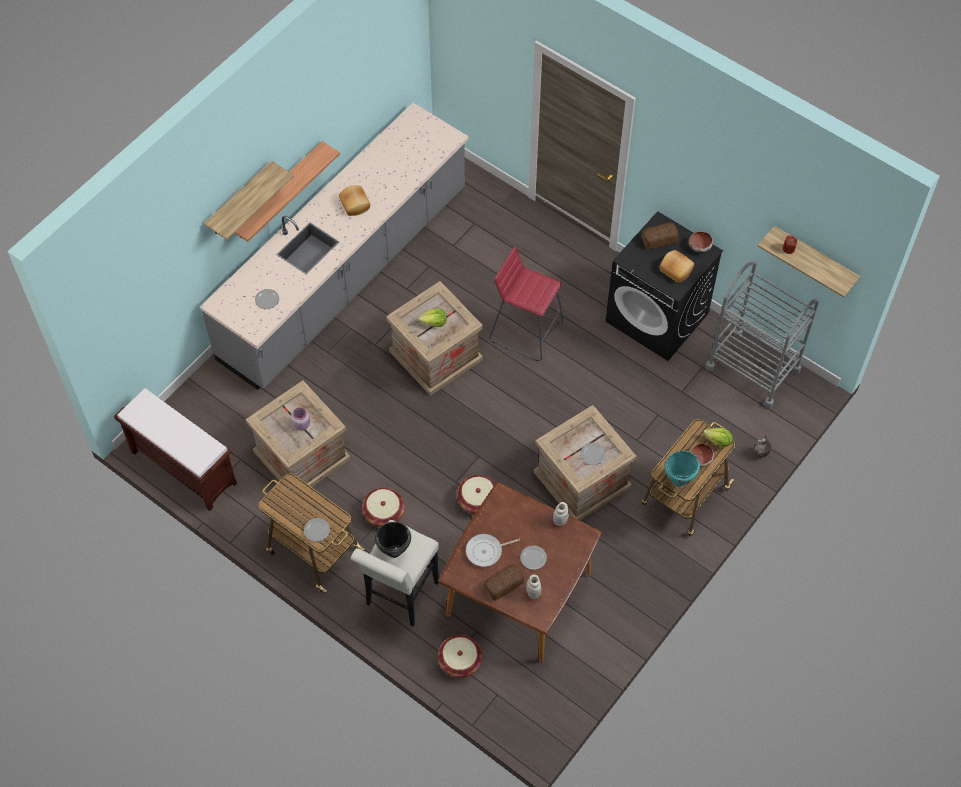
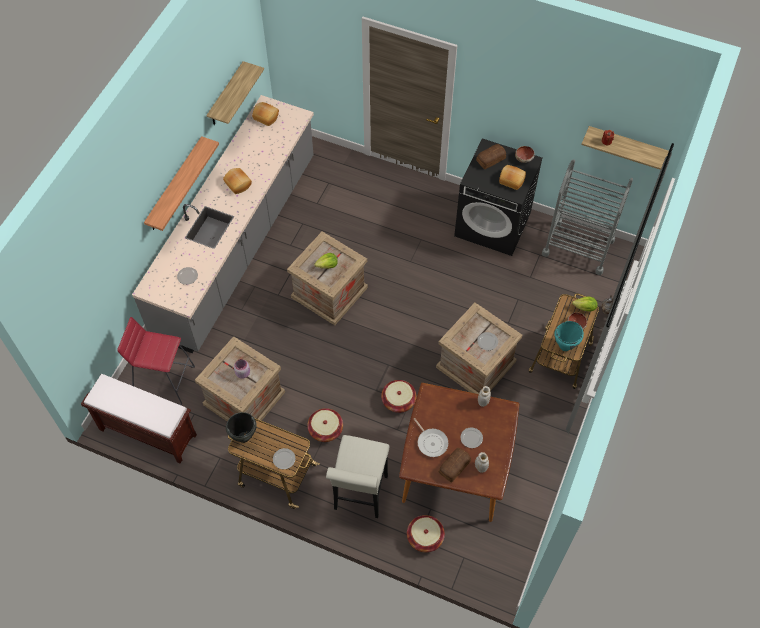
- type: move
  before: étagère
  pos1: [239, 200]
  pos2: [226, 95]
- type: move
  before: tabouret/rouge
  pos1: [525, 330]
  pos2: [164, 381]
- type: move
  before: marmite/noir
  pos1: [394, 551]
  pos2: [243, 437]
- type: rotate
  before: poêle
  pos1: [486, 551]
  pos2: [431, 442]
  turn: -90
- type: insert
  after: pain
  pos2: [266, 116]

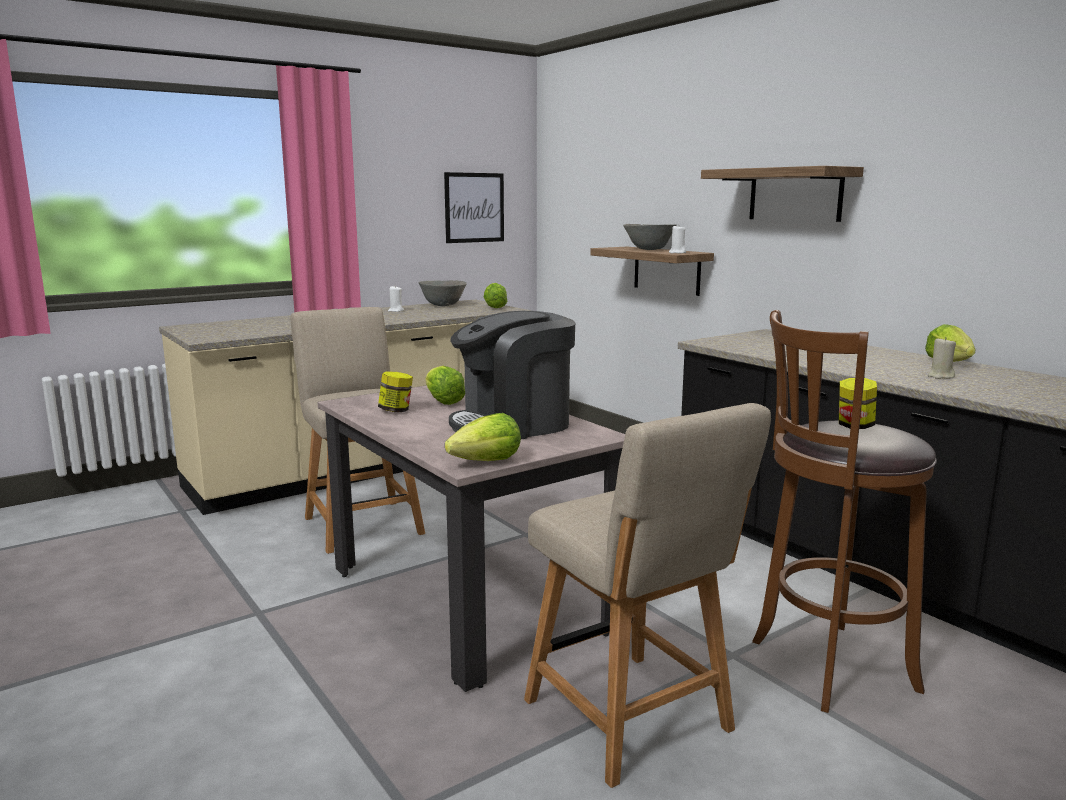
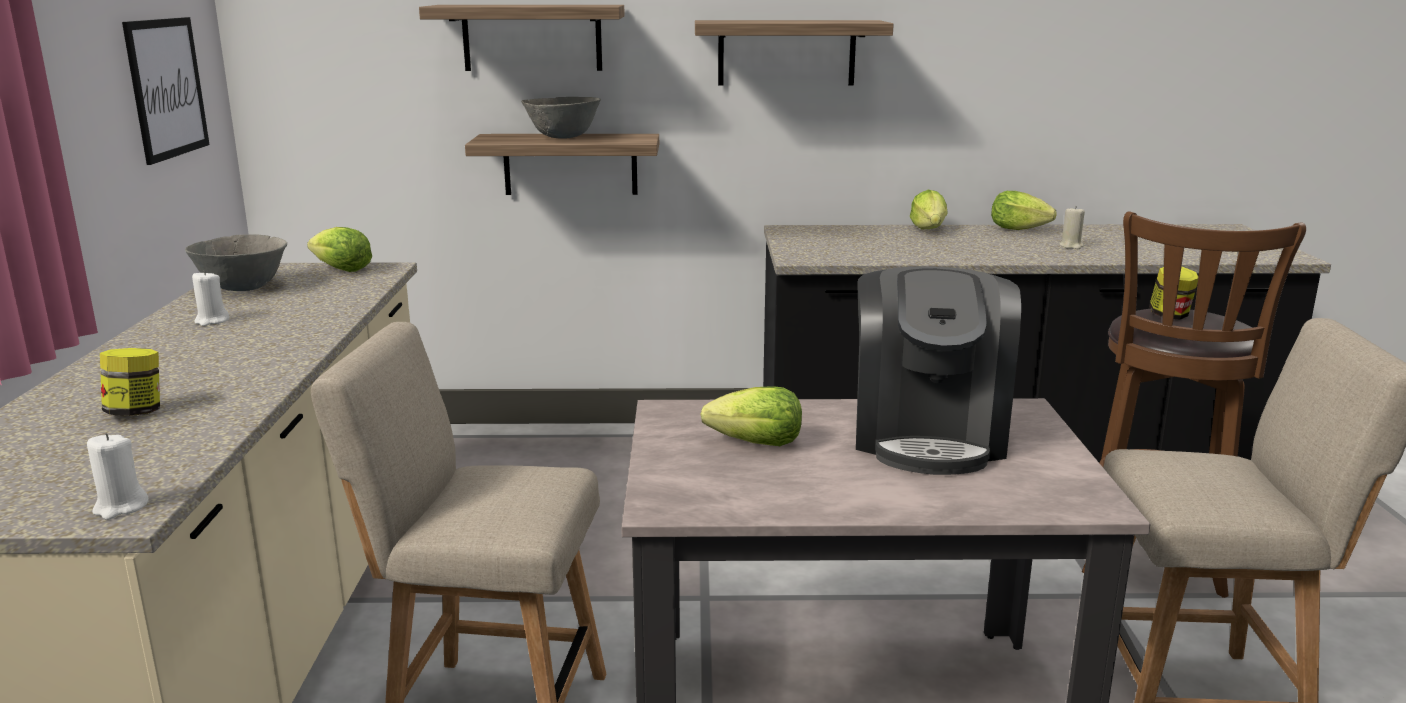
- type: move
  before: bougie/blanc
  pos1: [677, 253]
  pos2: [120, 507]
- type: move
  before: bocal
  pos1: [396, 411]
  pos2: [136, 412]
- type: move
  before: laitue
  pos1: [487, 462]
  pos2: [929, 230]
- type: insert
  after: étagère
  pos2: [532, 38]

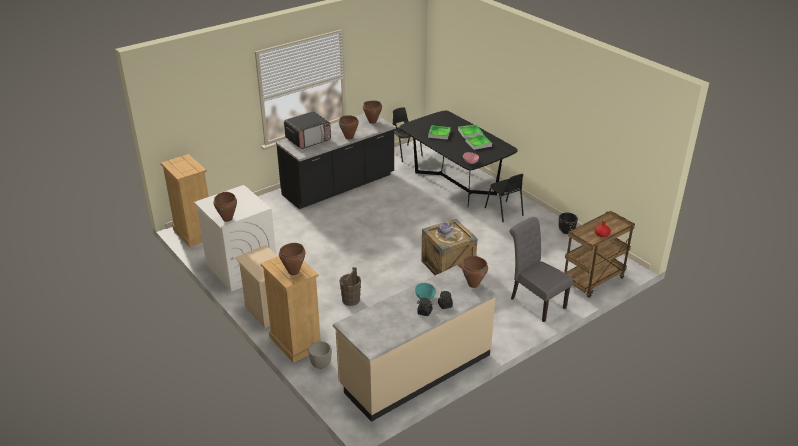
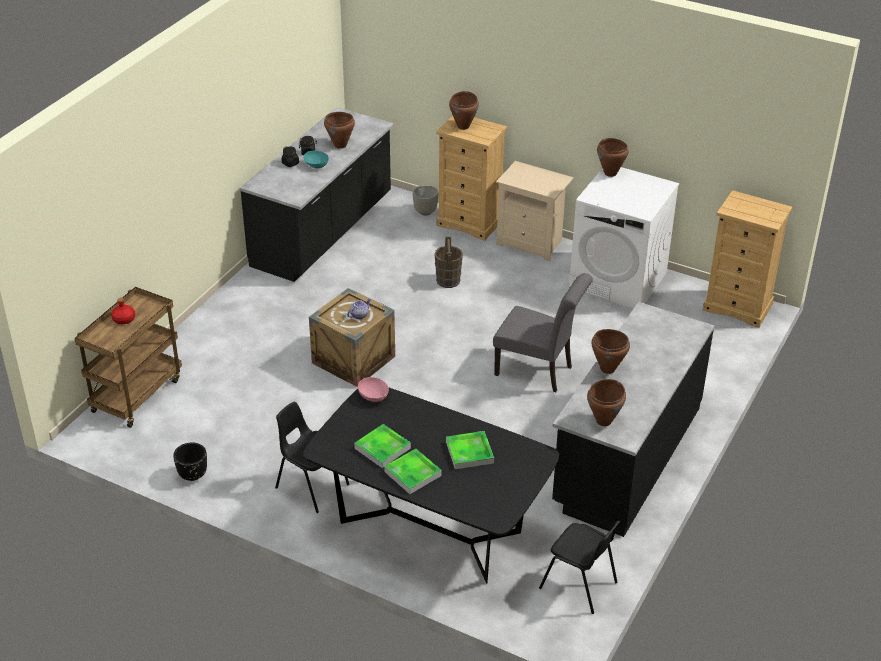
- type: delete
  before: micro-ondes
  pos1: [308, 140]
- type: move
  before: chaise/gris
  pos1: [535, 301]
  pos2: [538, 372]
- type: move
  before: marmite/marron
  pos1: [473, 284]
  pos2: [340, 145]
- type: recolor
  before: comptoir de cuisine/beige
  after: comptoir de cuisine/noir
  pos1: [415, 370]
  pos2: [323, 232]

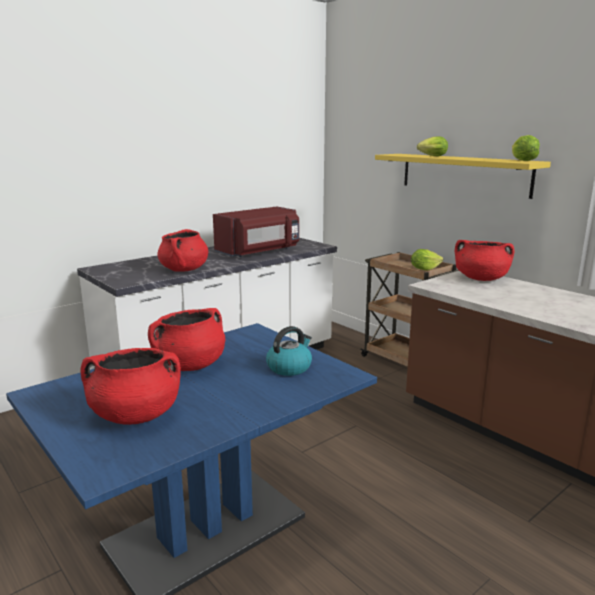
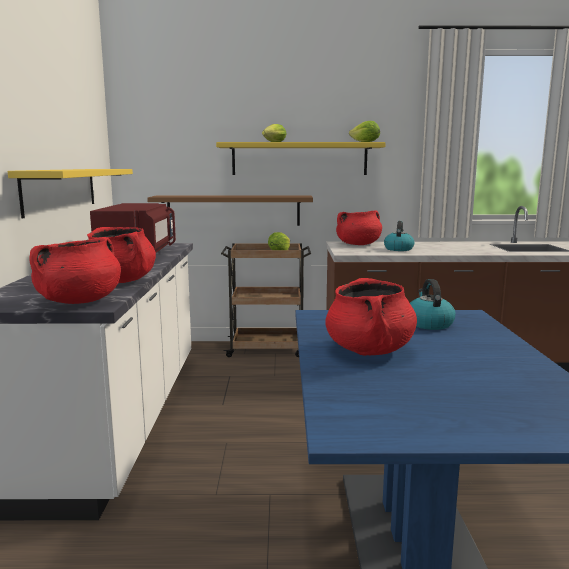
- type: move
  before: marmite/rouge
  pos1: [135, 415]
  pos2: [79, 301]
- type: insert
  after: étagère/jaune
  pos2: [61, 189]
- type: insert
  after: étagère/marron
  pos2: [233, 210]
- type: insert
  after: bouilloire
  pos2: [398, 249]

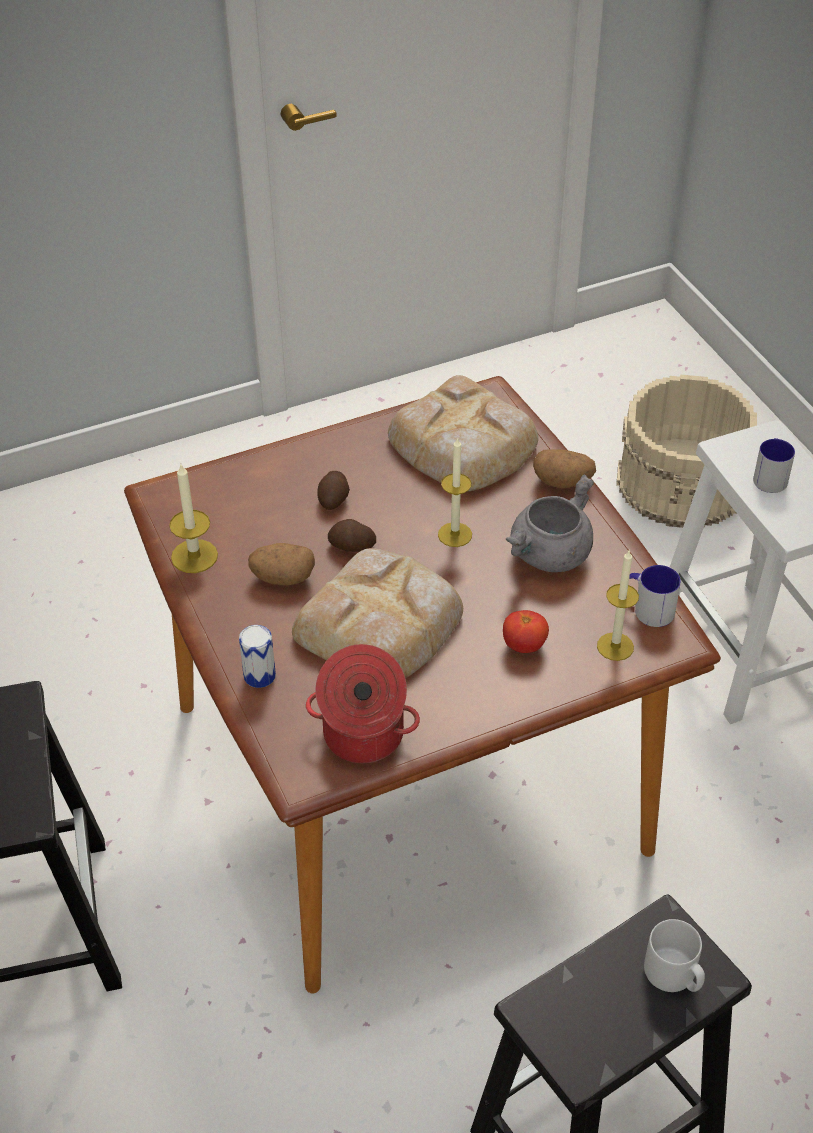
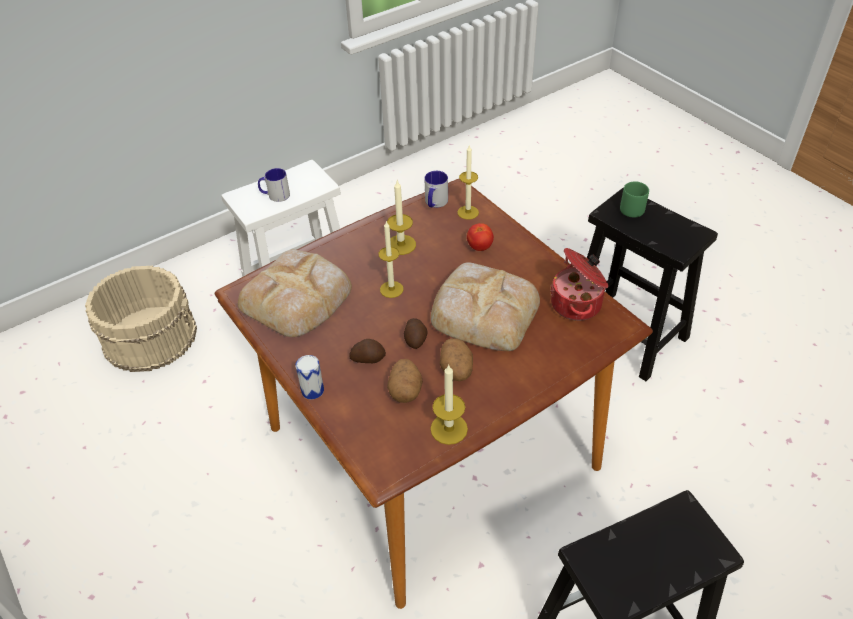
- type: move
  before: pomme de terre
  pos1: [563, 482]
  pos2: [405, 390]
- type: replace
  before: marmite/gris
  after: bougie
  pos1: [550, 556]
  pos2: [401, 245]
- type: move
  before: boîte métallique
  pos1: [259, 675]
  pos2: [312, 390]
- type: recolor
  before: mug/gris
  after: mug/vert
  pos1: [674, 975]
  pos2: [634, 208]

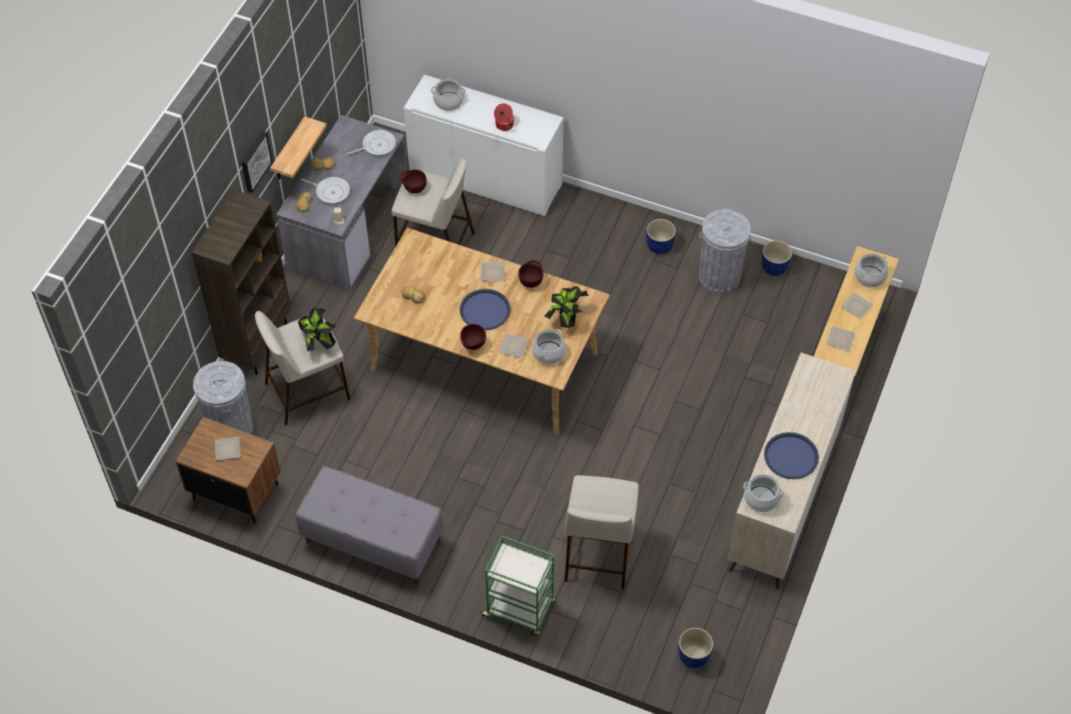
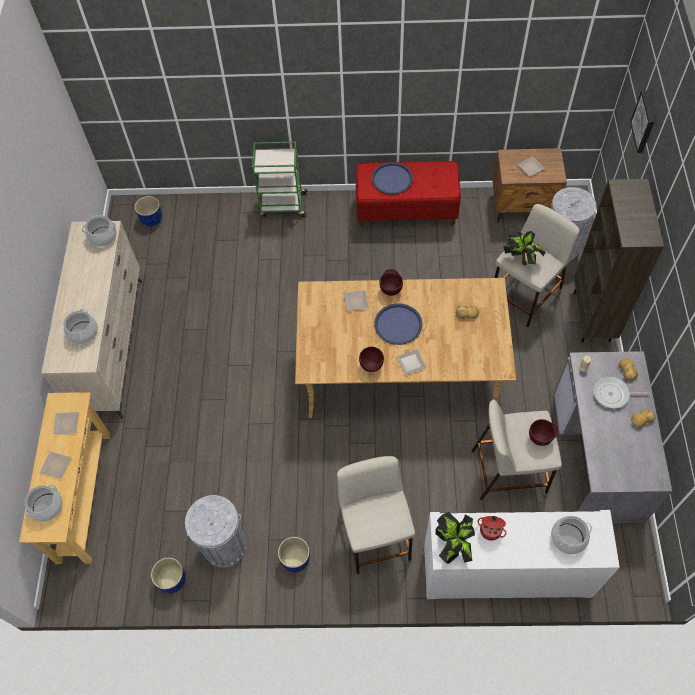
- type: delete
  before: étagère
  pos1: [289, 151]
- type: delete
  before: poêle
  pos1: [377, 145]
- type: move
  before: tableau
  pos1: [254, 161]
  pos2: [644, 121]
- type: move
  before: plante en pot
  pos1: [566, 318]
  pos2: [453, 544]
- type: move
  before: marmite
  pos1: [548, 352]
  pos2: [83, 332]
- type: move
  before: plateau/bleu
  pos1: [791, 456]
  pos2: [392, 179]
- type: recolor
  before: banc/gris
  after: banc/rouge
  pos1: [372, 541]
  pos2: [406, 210]
- type: move
  before: tabouret/beige
  pos1: [598, 551]
  pos2: [375, 535]

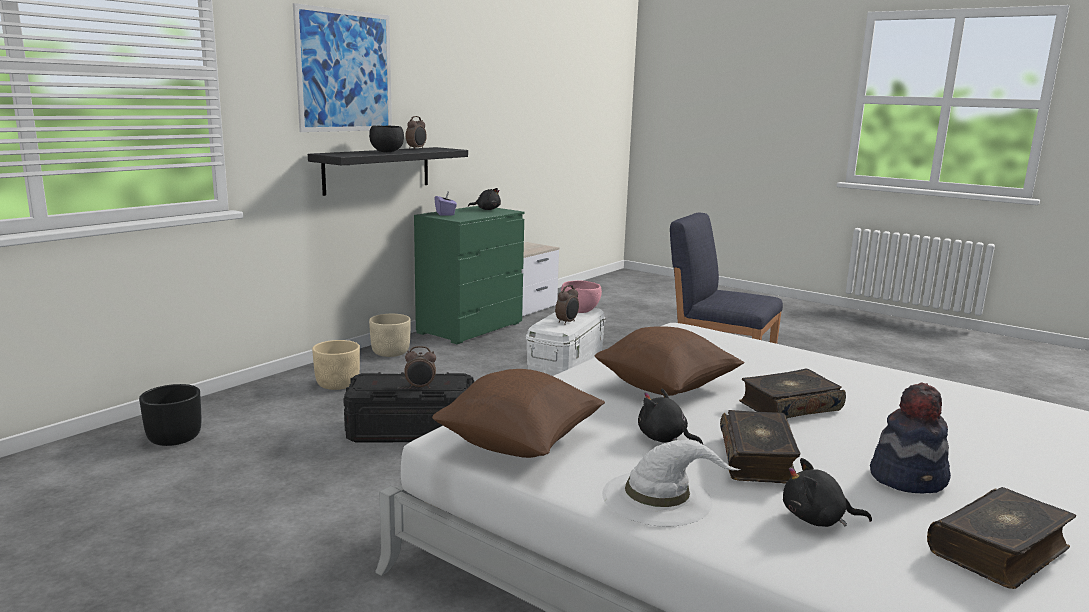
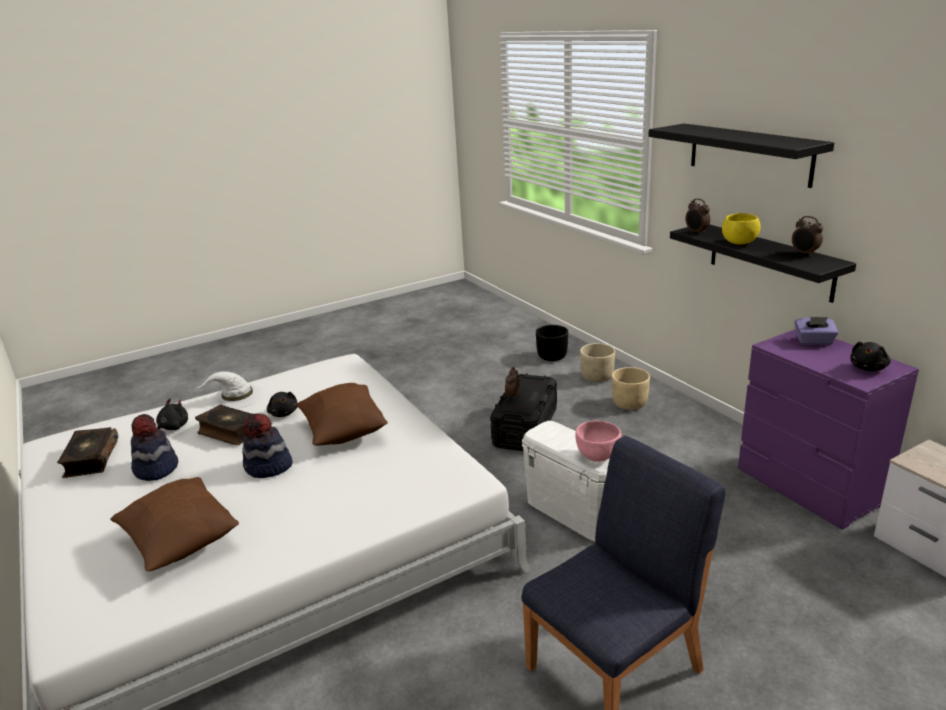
- type: replace
  before: tableau
  after: étagère/noir
  pos1: [345, 71]
  pos2: [749, 154]
- type: recolor
  before: bol/noir
  after: bol/jaune
  pos1: [387, 152]
  pos2: [739, 243]
- type: recolor
  before: commode/vert
  after: commode/violet
  pos1: [470, 328]
  pos2: [810, 487]
- type: move
  before: réveil
  pos1: [567, 322]
  pos2: [696, 232]
- type: move
  before: cache-pot/beige
  pos1: [391, 352]
  pos2: [597, 377]
- type: move
  before: coussin/marron
  pos1: [520, 445]
  pos2: [181, 542]
- type: replace
  before: livre
  after: chapeau
  pos1: [789, 406]
  pos2: [268, 467]
- type: rotate
  before: peluche/noir
  pos1: [664, 439]
  pos2: [283, 413]
  turn: 90

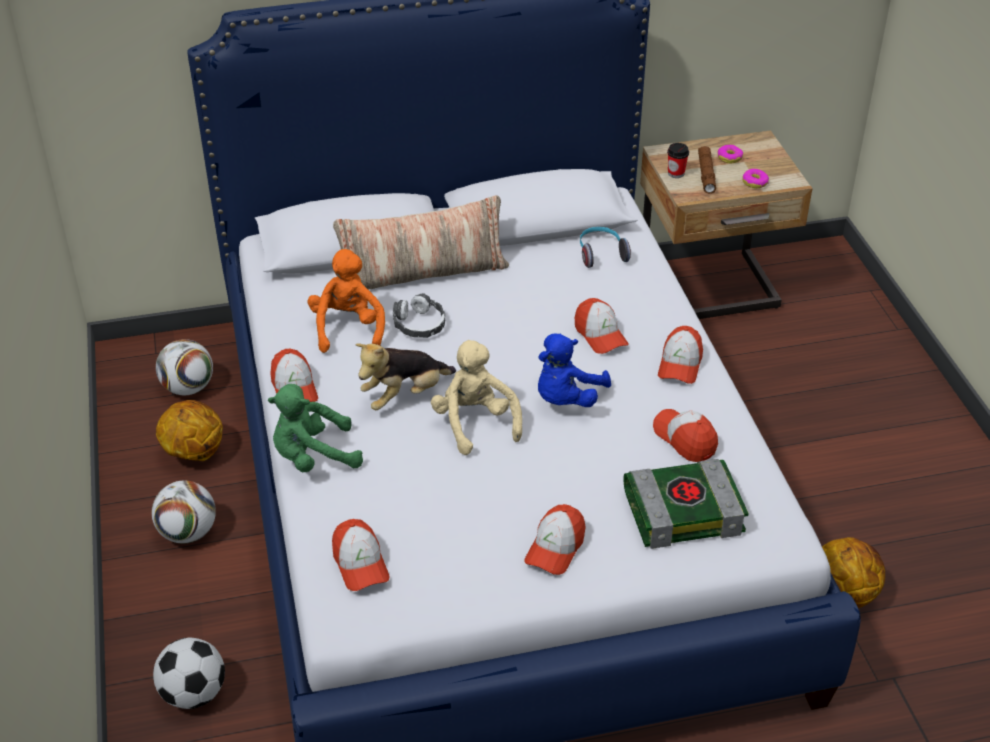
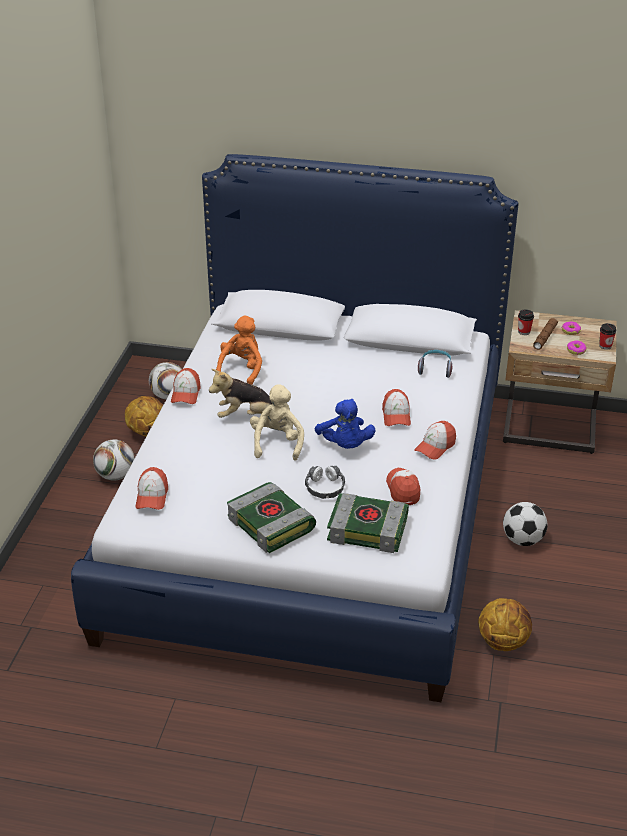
- type: delete
  before: coussin
  pos1: [422, 273]
- type: move
  before: casque audio
  pos1: [419, 324]
  pos2: [325, 488]
- type: rotate
  before: peluche/bleu
  pos1: [566, 399]
  pos2: [345, 445]
  turn: -75
- type: delete
  before: peluche/vert
  pos1: [313, 457]
- type: replace
  before: casquette
  after: livre
  pos1: [555, 548]
  pos2: [272, 524]
- type: move
  before: ballon de foot
  pos1: [194, 694]
  pos2: [522, 540]
- type: insert
  after: tasse
  pos2: [605, 346]

